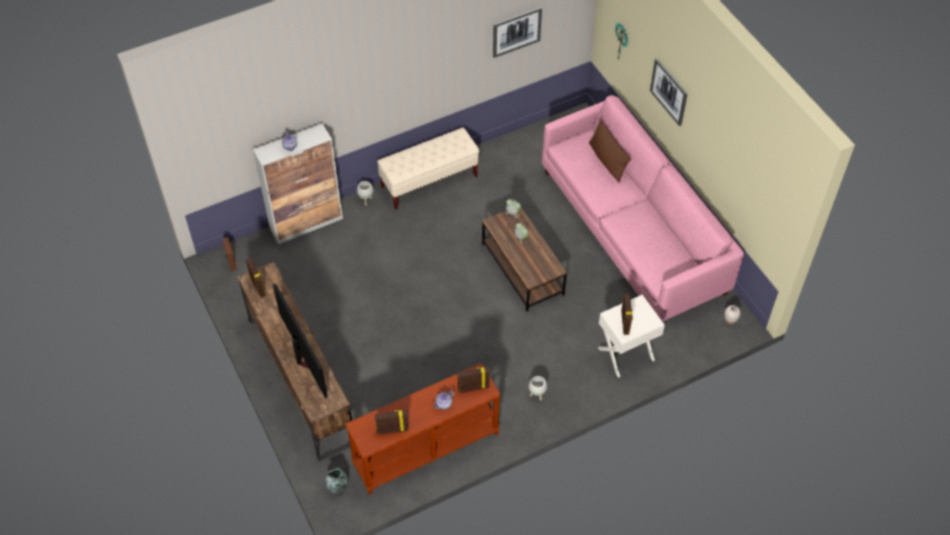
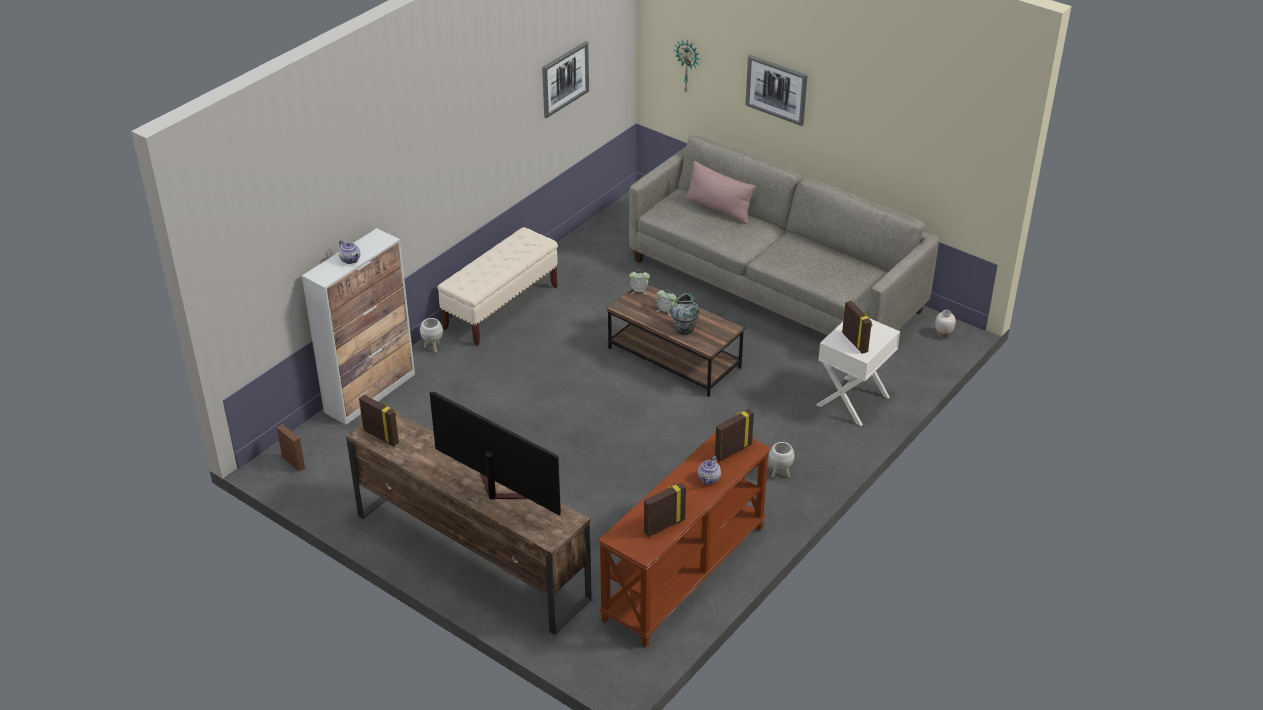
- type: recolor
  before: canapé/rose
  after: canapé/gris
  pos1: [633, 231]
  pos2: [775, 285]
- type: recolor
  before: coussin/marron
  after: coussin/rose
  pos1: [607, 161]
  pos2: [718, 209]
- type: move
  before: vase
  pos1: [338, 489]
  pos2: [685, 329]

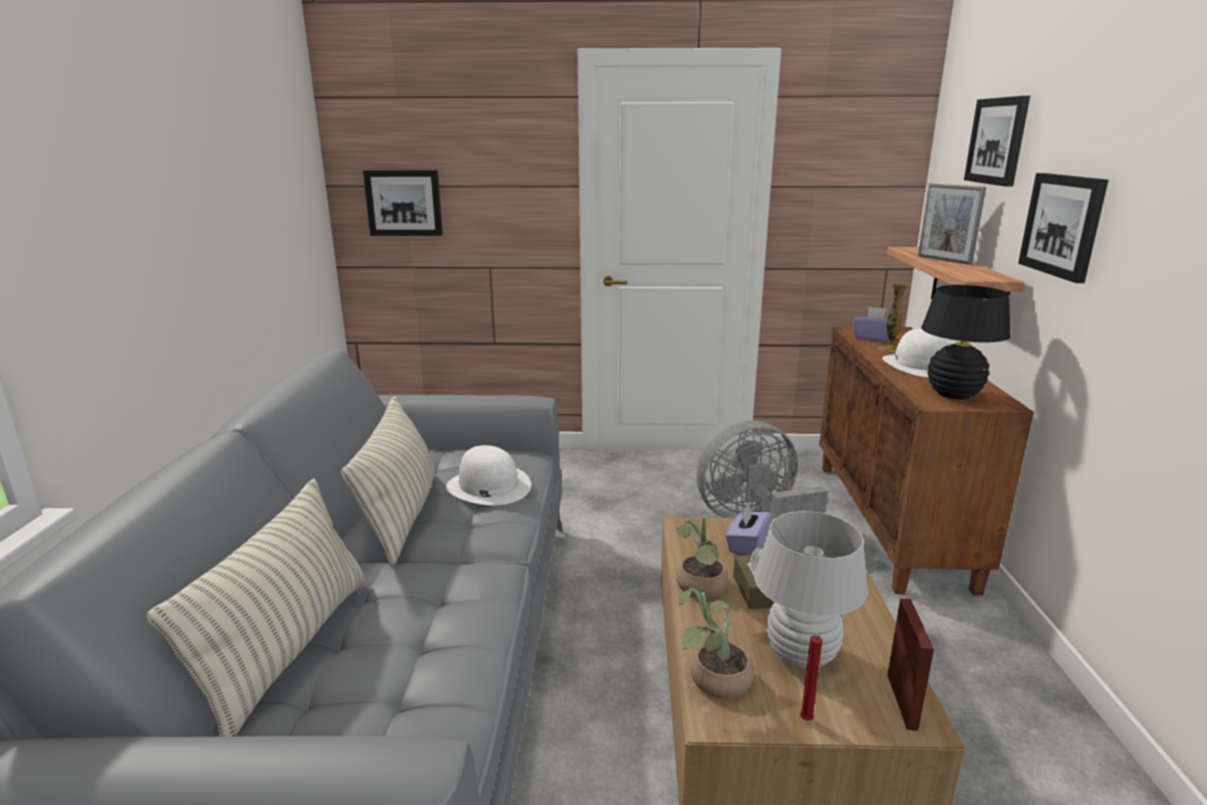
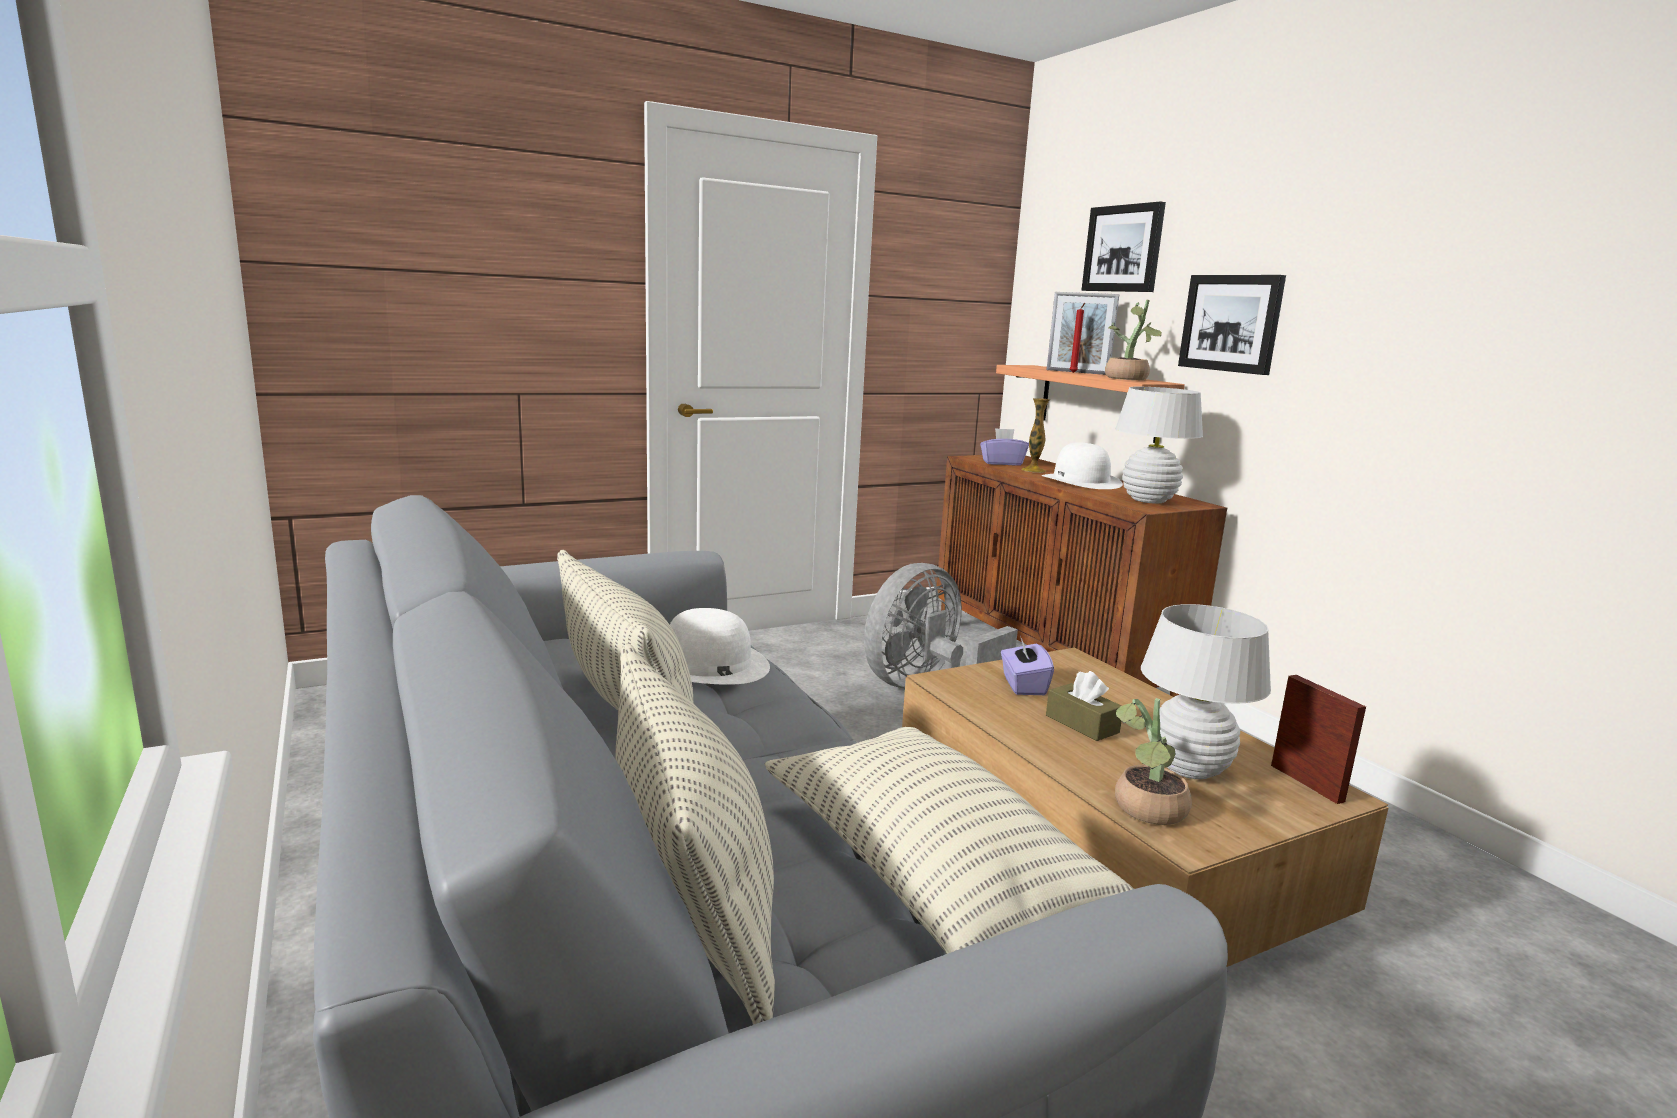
- type: delete
  before: tableau
  pos1: [404, 203]
- type: recolor
  before: lampe de table/noir
  after: lampe de table/blanc
  pos1: [953, 394]
  pos2: [1148, 500]
- type: move
  before: plante en pot
  pos1: [699, 589]
  pos2: [1128, 379]
- type: move
  before: bougie/rouge
  pos1: [806, 722]
  pos2: [1073, 373]
- type: insert
  after: coussin
  pos2: [928, 872]

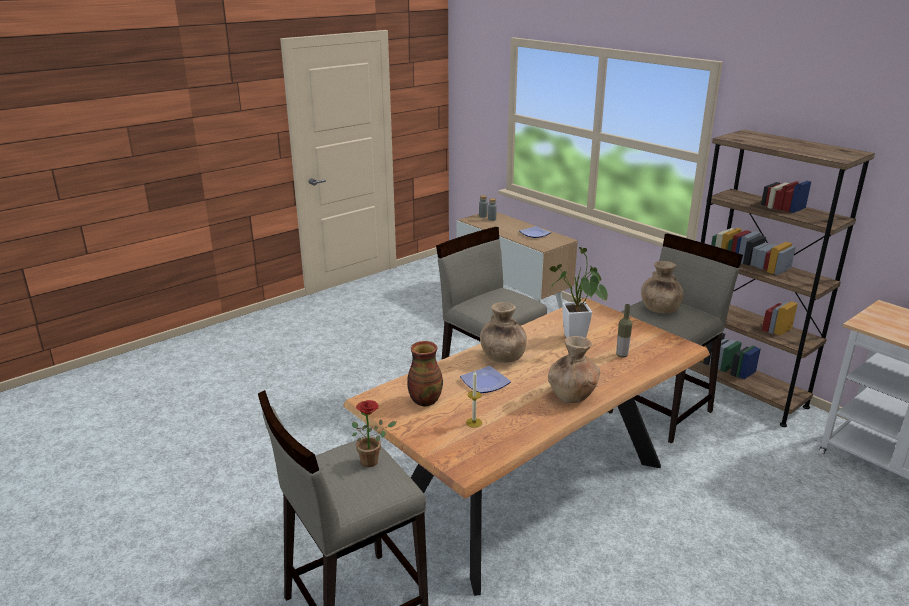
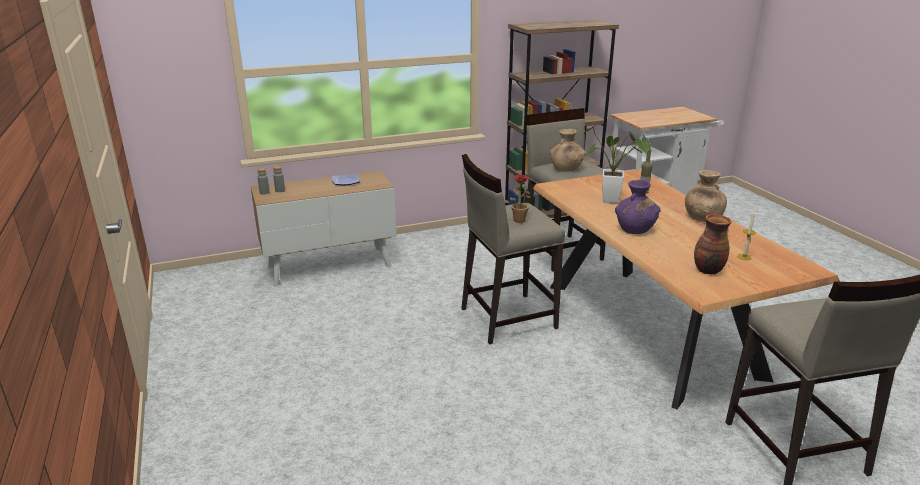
- type: recolor
  before: vase/marron
  after: vase/violet
  pos1: [502, 356]
  pos2: [634, 229]
- type: delete
  before: assiette
  pos1: [485, 382]
- type: move
  before: plante en pot
  pos1: [373, 461]
  pos2: [519, 219]

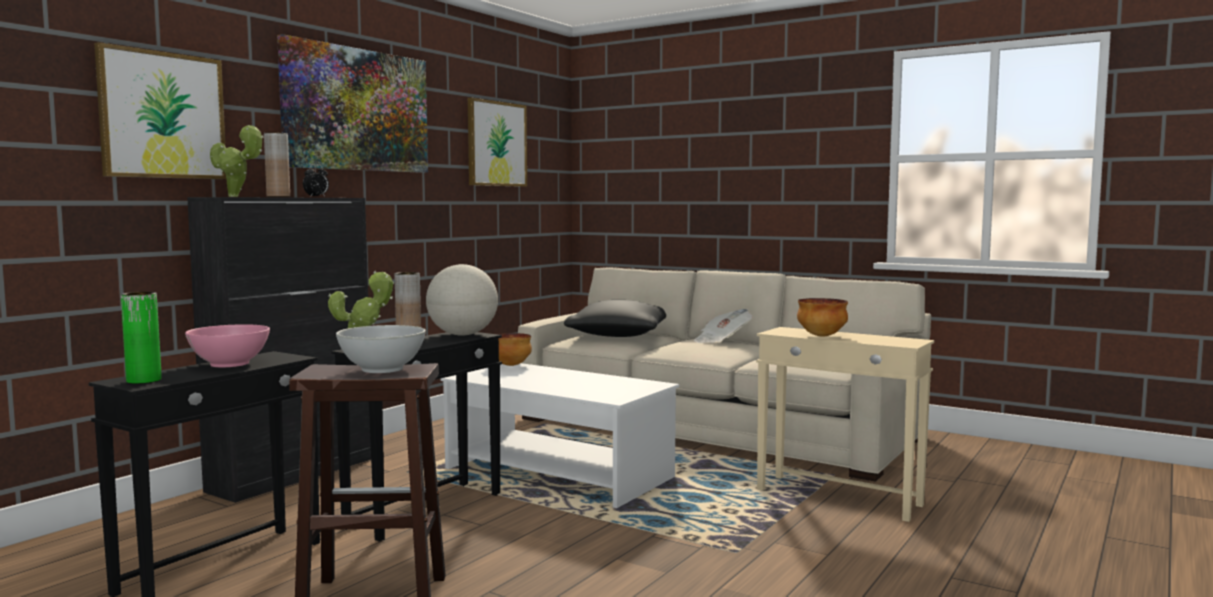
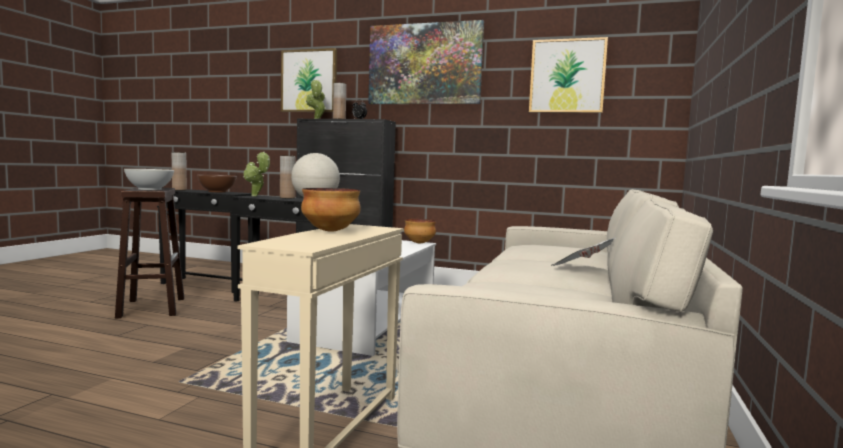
- type: recolor
  before: vase/vert
  after: vase/marron
  pos1: [144, 380]
  pos2: [179, 189]
- type: delete
  before: coussin/noir
  pos1: [618, 335]
- type: recolor
  before: bol/rose
  after: bol/marron
  pos1: [230, 364]
  pos2: [217, 191]

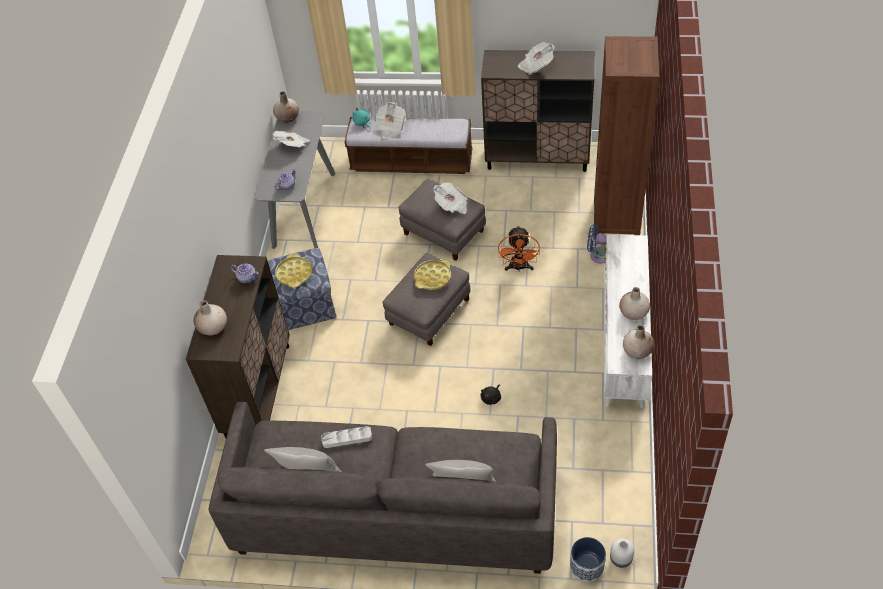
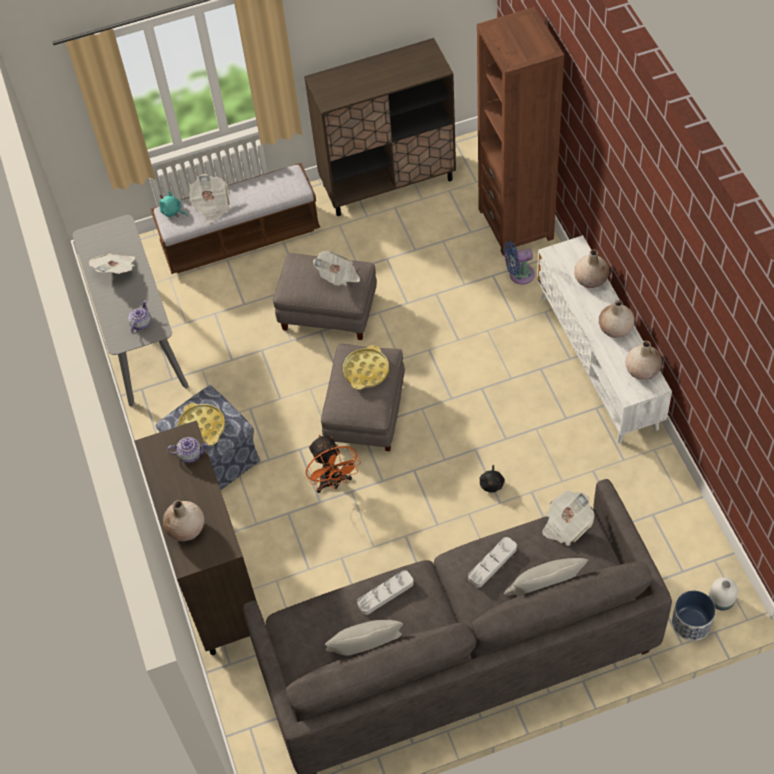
- type: move
  before: journal
  pos1: [535, 66]
  pos2: [566, 524]
- type: move
  before: vase/beige
  pos1: [288, 117]
  pos2: [591, 279]
- type: move
  before: ventilateur/orange
  pos1: [519, 267]
  pos2: [333, 483]
- type: insert
  after: plateau/gris
  pos2: [492, 563]

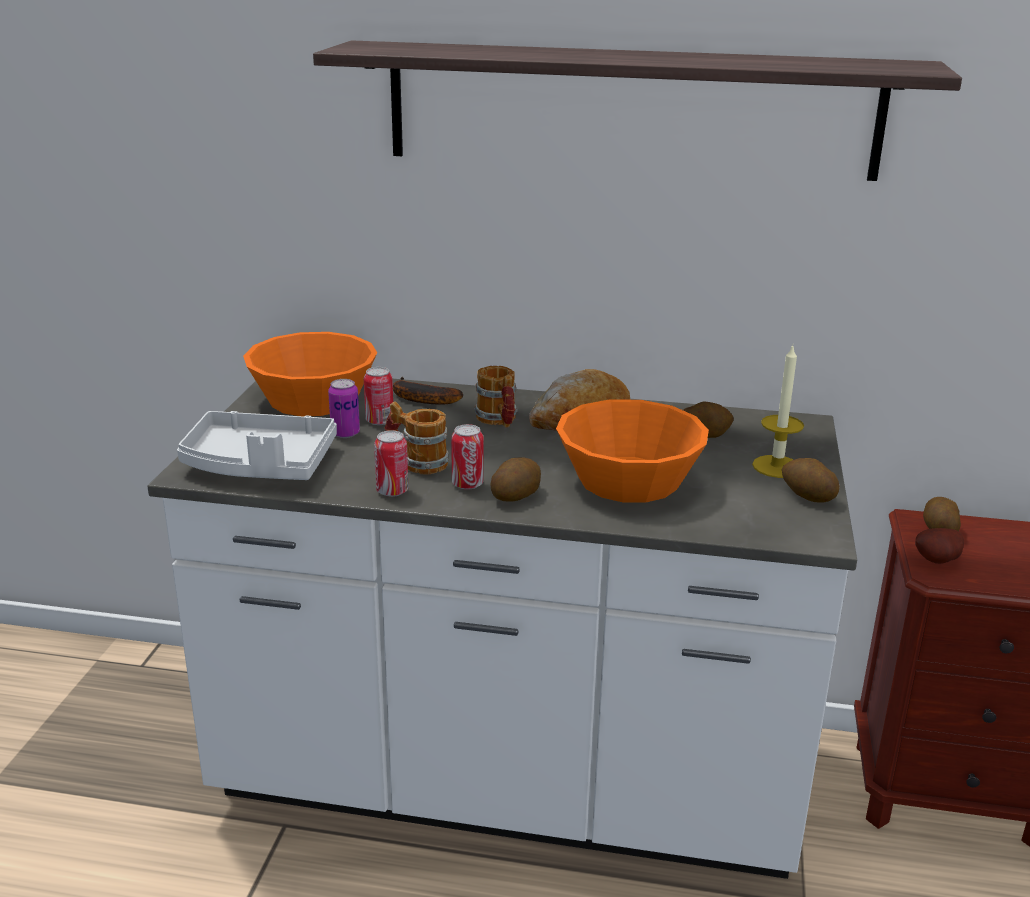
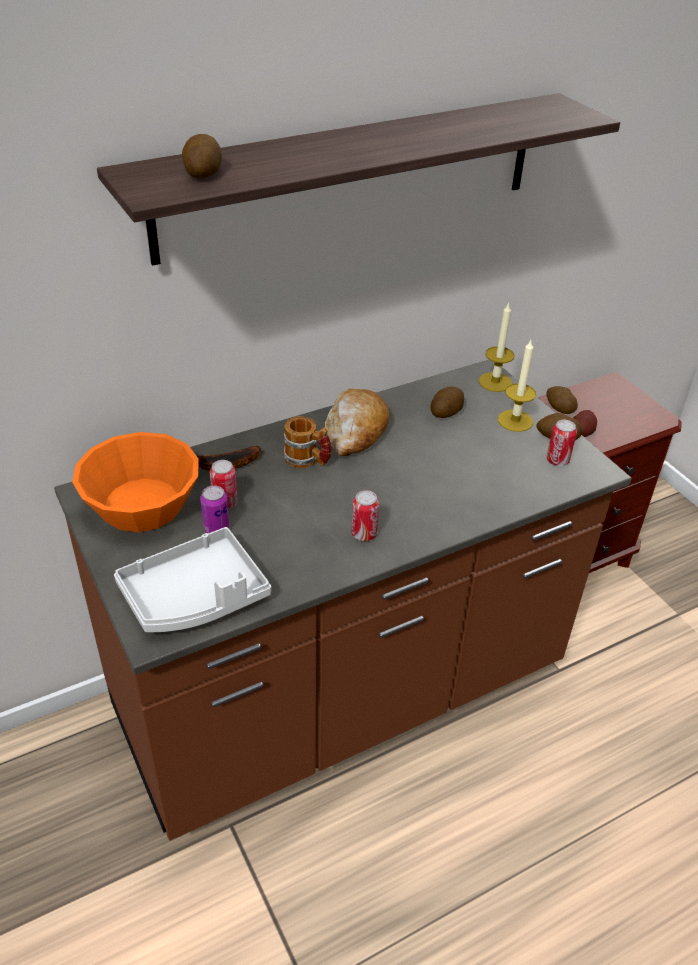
- type: recolor
  before: comptoir de cuisine/blanc
  after: comptoir de cuisine/marron
  pos1: [510, 779]
  pos2: [340, 694]
- type: delete
  before: bol/orange
  pos1: [630, 479]
- type: delete
  before: mug
  pos1: [417, 463]
- type: move
  before: boîte métallique
  pos1: [392, 491]
  pos2: [557, 461]
- type: move
  before: pomme de terre
  pos1: [515, 495]
  pos2: [203, 173]
- type: insert
  after: bougie
  pos2: [495, 382]

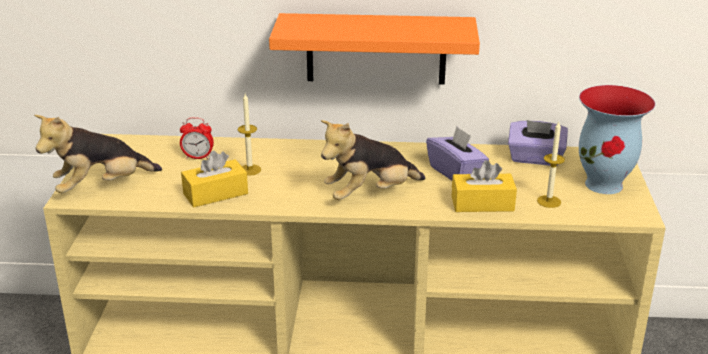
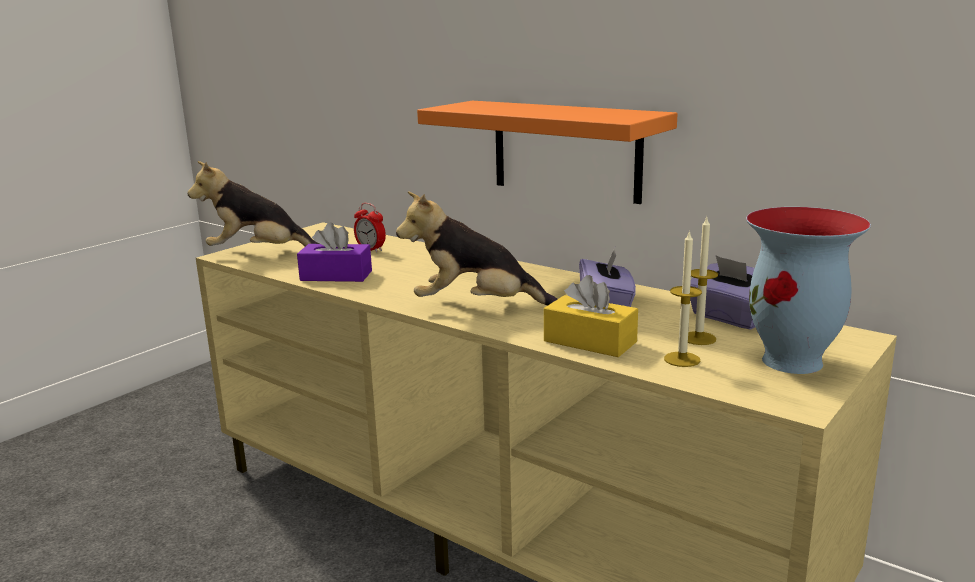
- type: move
  before: bougie
  pos1: [249, 170]
  pos2: [699, 338]
- type: recolor
  before: boîte à mouchoirs/jaune
  after: boîte à mouchoirs/violet
  pos1: [215, 194]
  pos2: [336, 276]

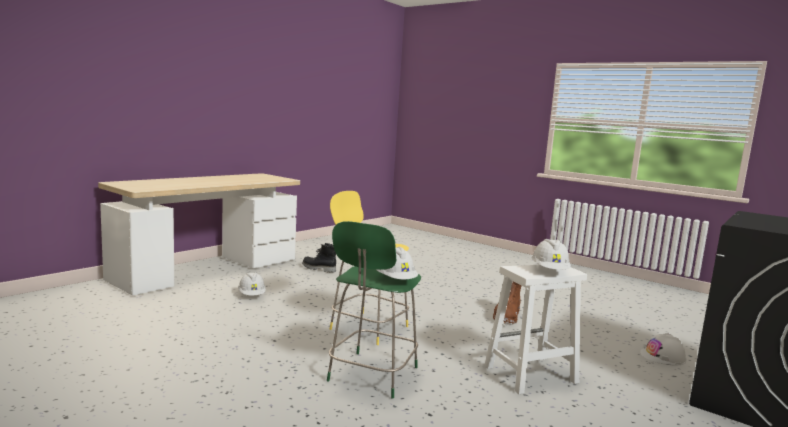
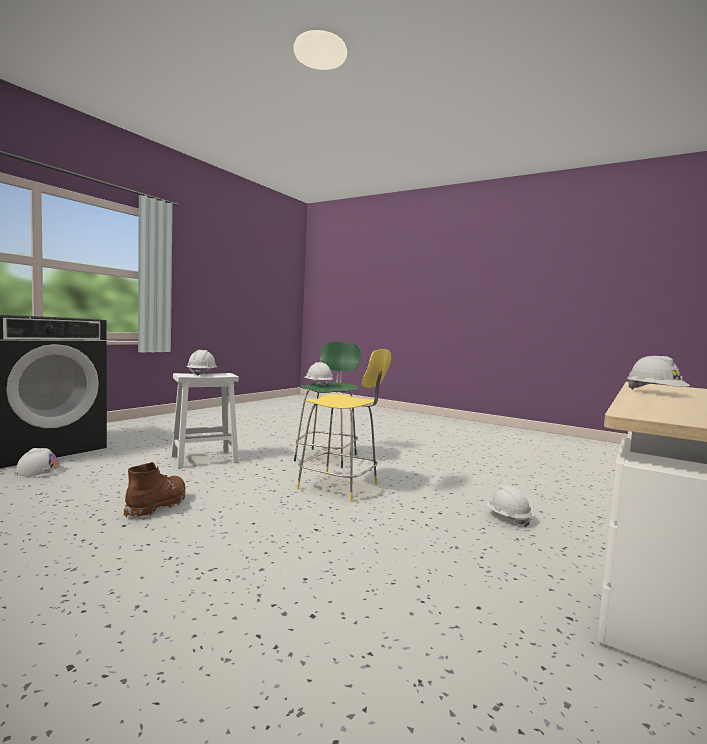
- type: delete
  before: botte/noir
  pos1: [318, 269]
- type: insert
  after: casque de chantier/blanc
  pos2: [655, 393]

